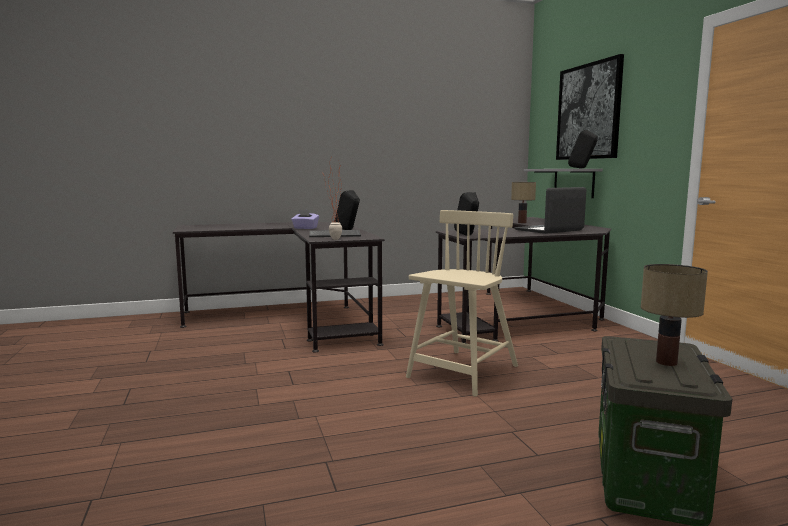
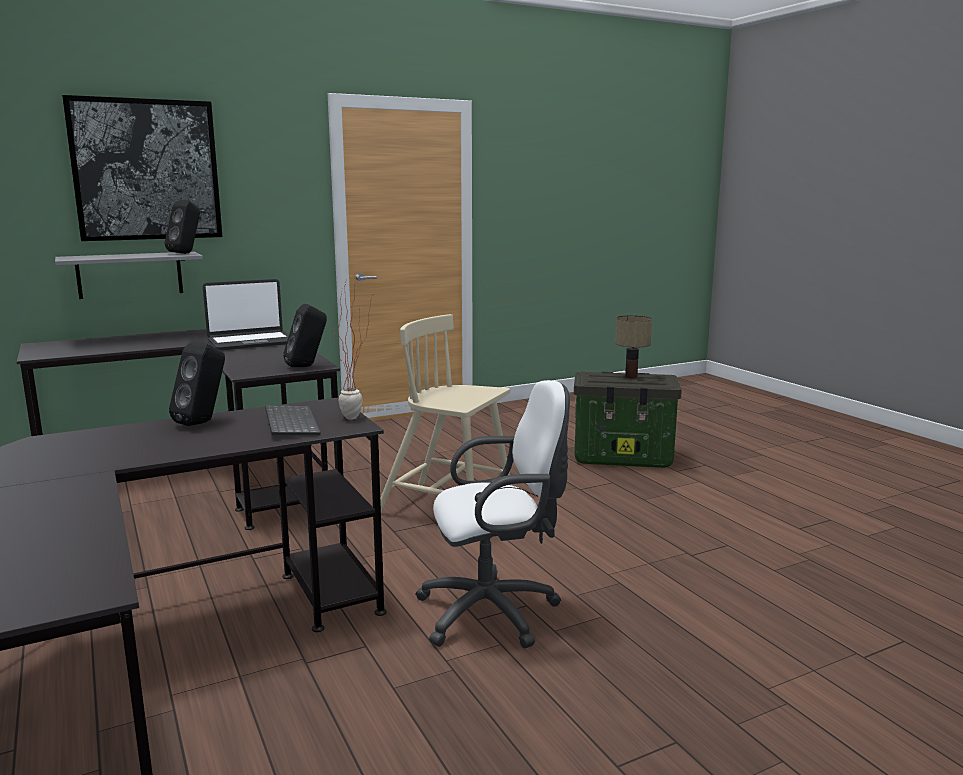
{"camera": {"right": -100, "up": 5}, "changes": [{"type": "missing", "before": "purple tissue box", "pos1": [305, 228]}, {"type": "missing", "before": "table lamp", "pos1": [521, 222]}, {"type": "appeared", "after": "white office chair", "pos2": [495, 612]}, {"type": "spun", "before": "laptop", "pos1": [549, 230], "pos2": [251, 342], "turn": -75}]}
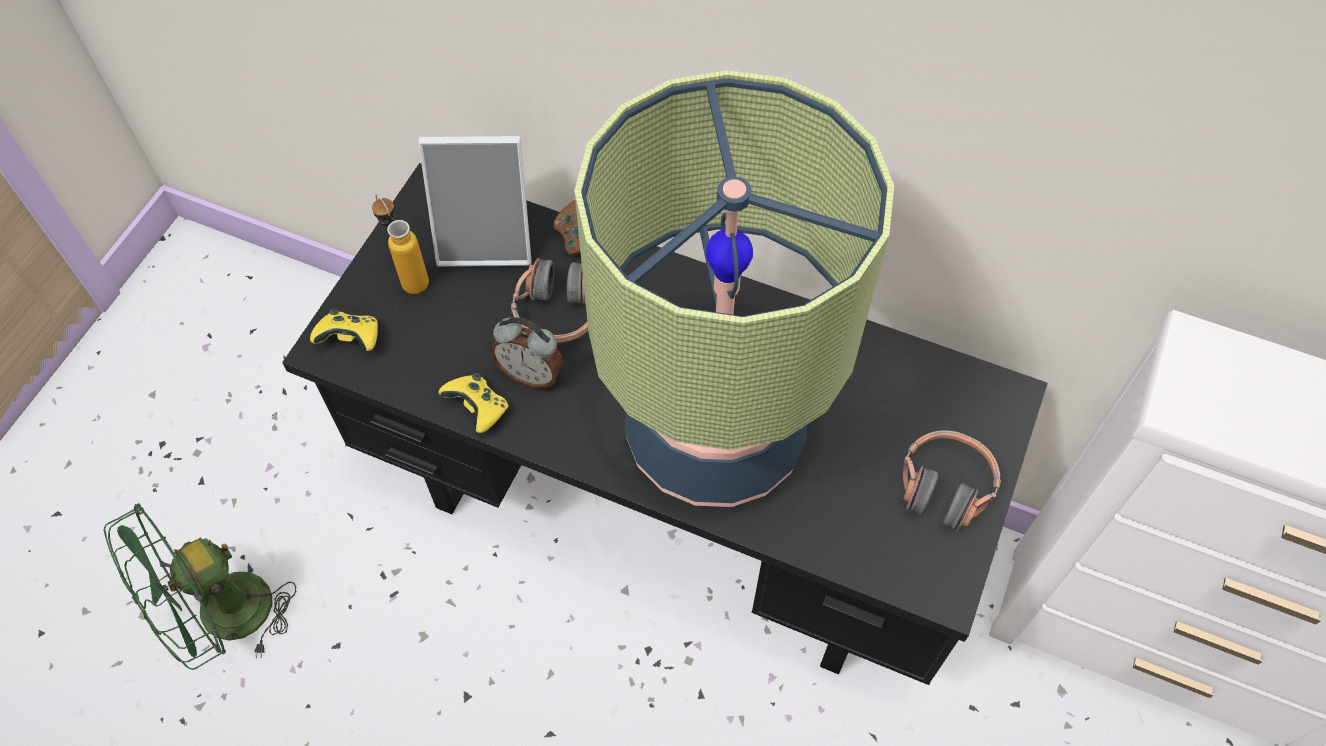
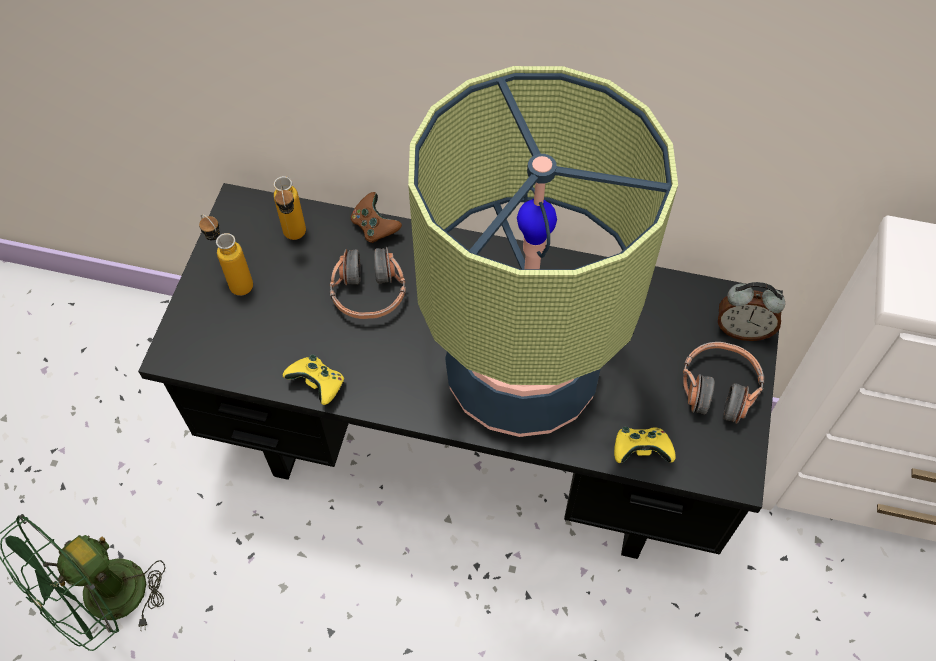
{"camera": {"right": -10, "up": 0}, "changes": [{"type": "relocated", "before": "yellow game controller", "pos1": [351, 339], "pos2": [641, 451]}, {"type": "relocated", "before": "alarm clock", "pos1": [531, 374], "pos2": [742, 329]}, {"type": "exchanged", "before": "picture frame", "after": "bottle", "pos1": [487, 239], "pos2": [295, 239]}]}
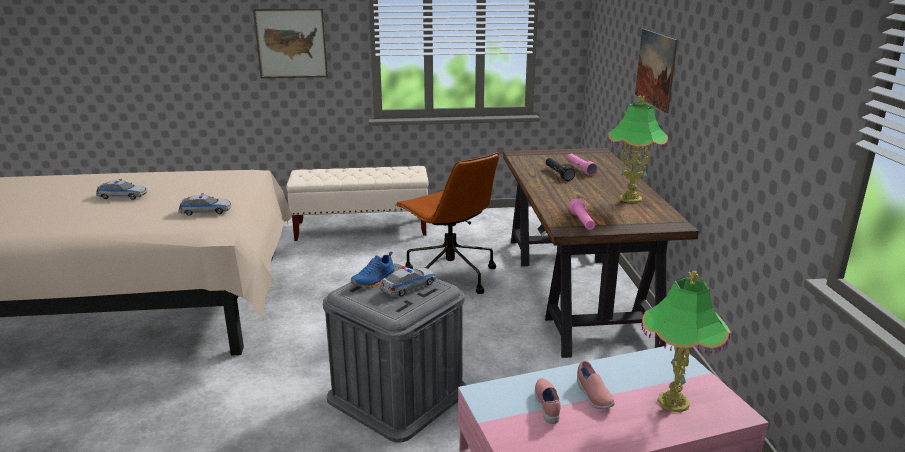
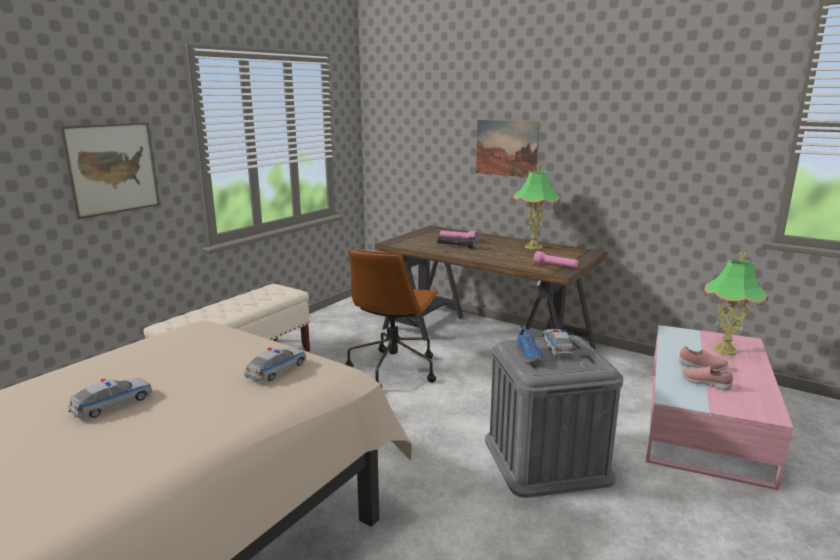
{"camera": {"right": -50, "up": -5}, "changes": [{"type": "spun", "before": "brown office chair", "pos1": [449, 275], "pos2": [393, 369], "turn": 105}]}
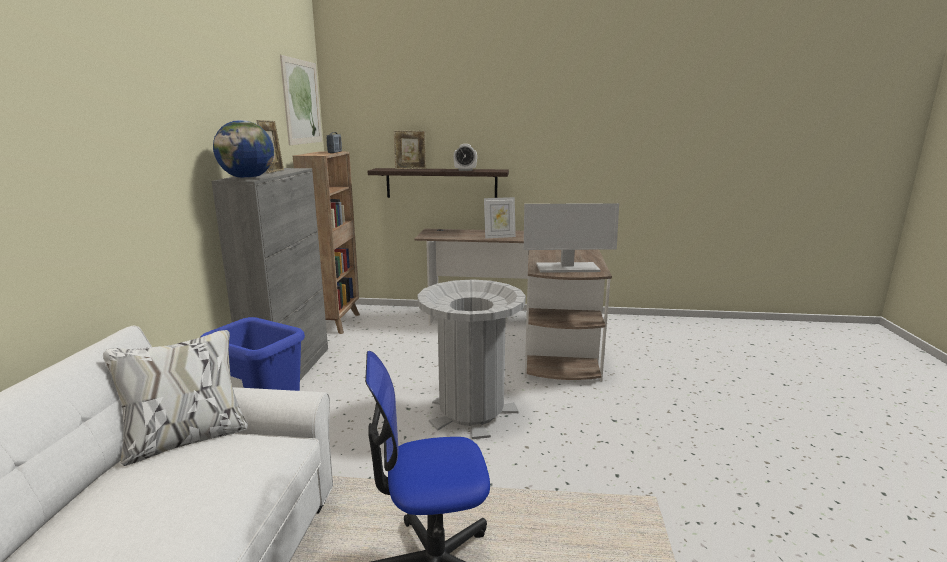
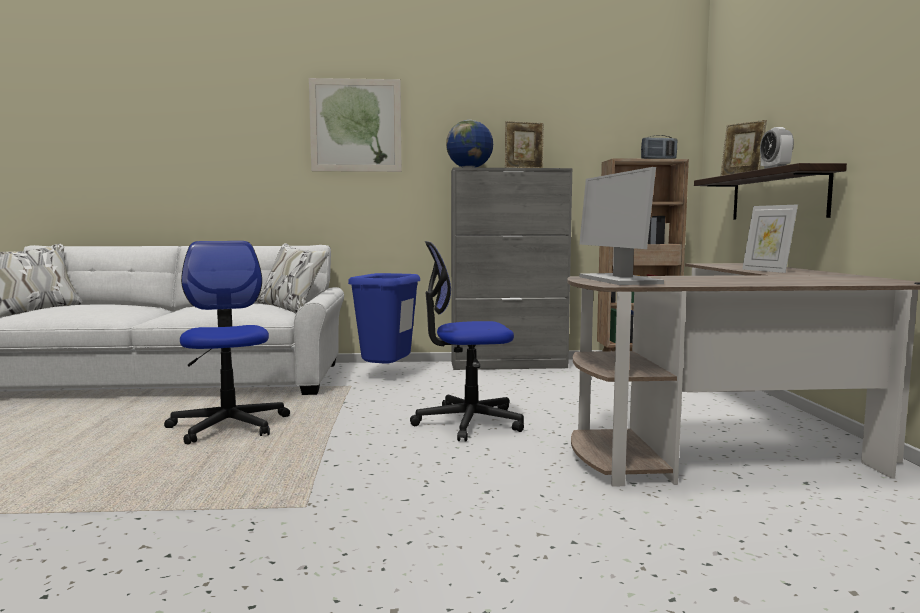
{"camera": {"right": 80, "up": -10}, "changes": [{"type": "relocated", "before": "picture", "pos1": [302, 102], "pos2": [355, 125]}, {"type": "exchanged", "before": "grey trash can", "after": "office chair", "pos1": [471, 412], "pos2": [468, 422]}]}
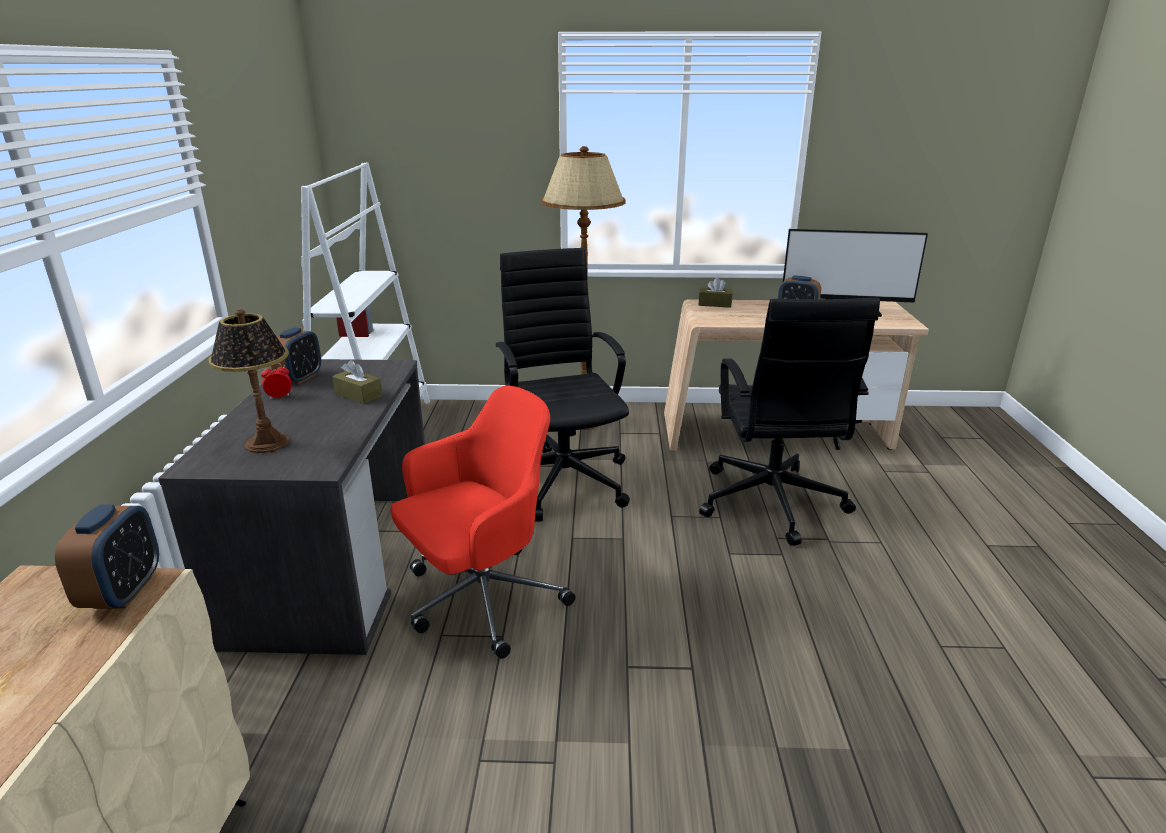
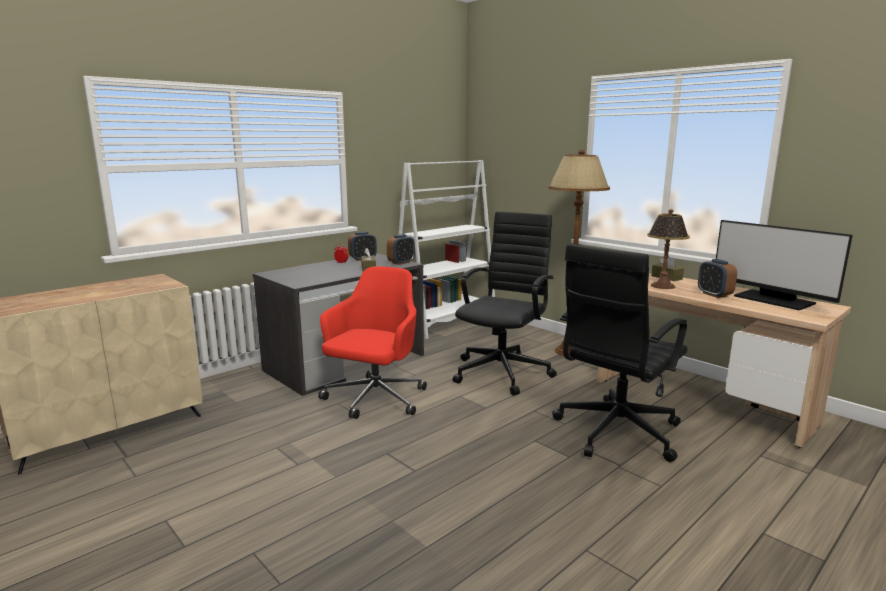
{"camera": {"right": 45, "up": -10}, "changes": [{"type": "relocated", "before": "alarm clock", "pos1": [123, 592], "pos2": [401, 263]}, {"type": "relocated", "before": "table lamp", "pos1": [266, 443], "pos2": [662, 286]}, {"type": "spun", "before": "red office chair", "pos1": [481, 600], "pos2": [374, 399], "turn": -75}]}
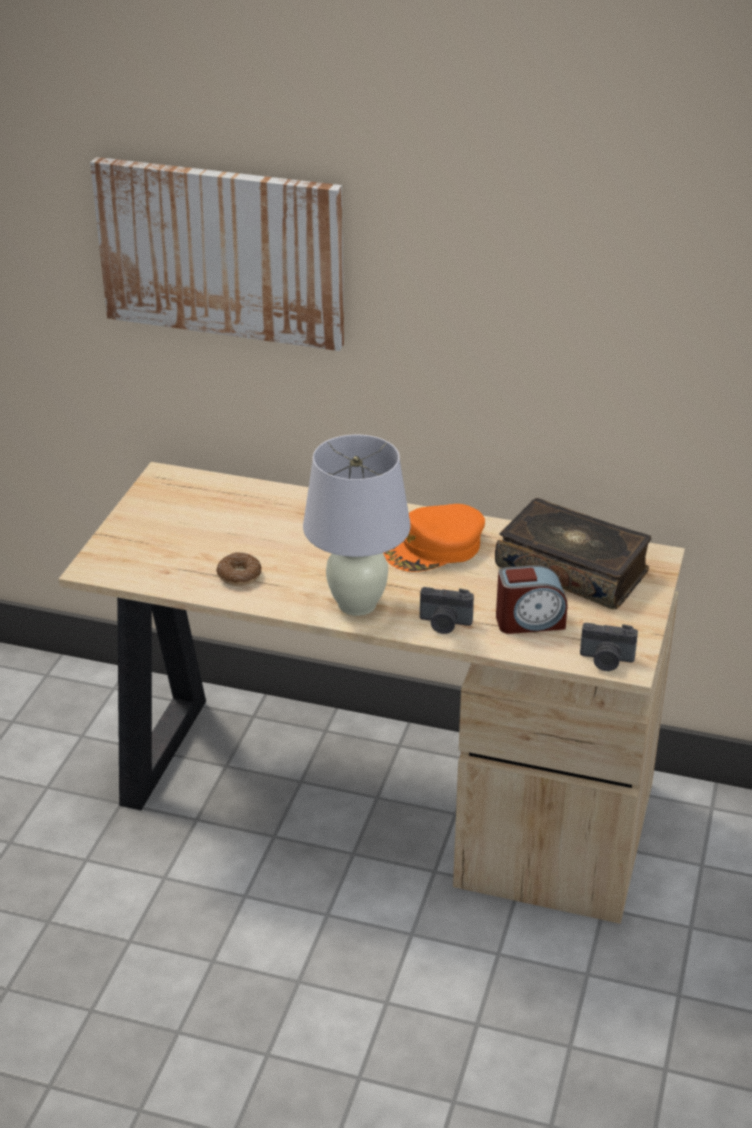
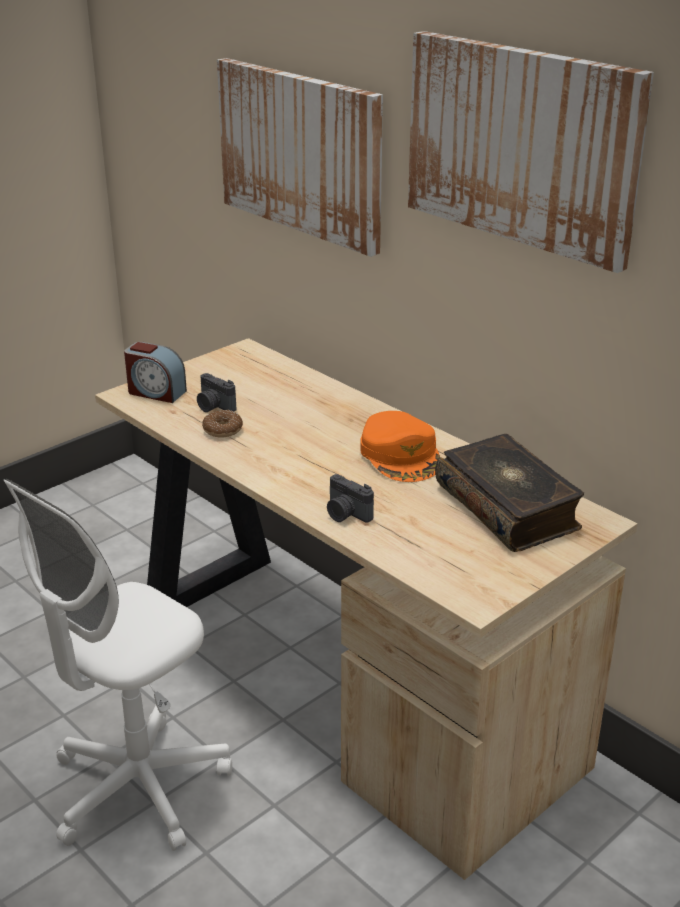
{"camera": {"right": 30, "up": -5}, "changes": [{"type": "missing", "before": "white table lamp", "pos1": [358, 604]}, {"type": "appeared", "after": "white office chair", "pos2": [139, 788]}, {"type": "appeared", "after": "picture", "pos2": [521, 145]}, {"type": "relocated", "before": "alarm clock", "pos1": [529, 621], "pos2": [156, 392]}, {"type": "relocated", "before": "photo camera", "pos1": [606, 660], "pos2": [214, 407]}, {"type": "spun", "before": "orange cap", "pos1": [434, 547], "pos2": [401, 455], "turn": -105}]}
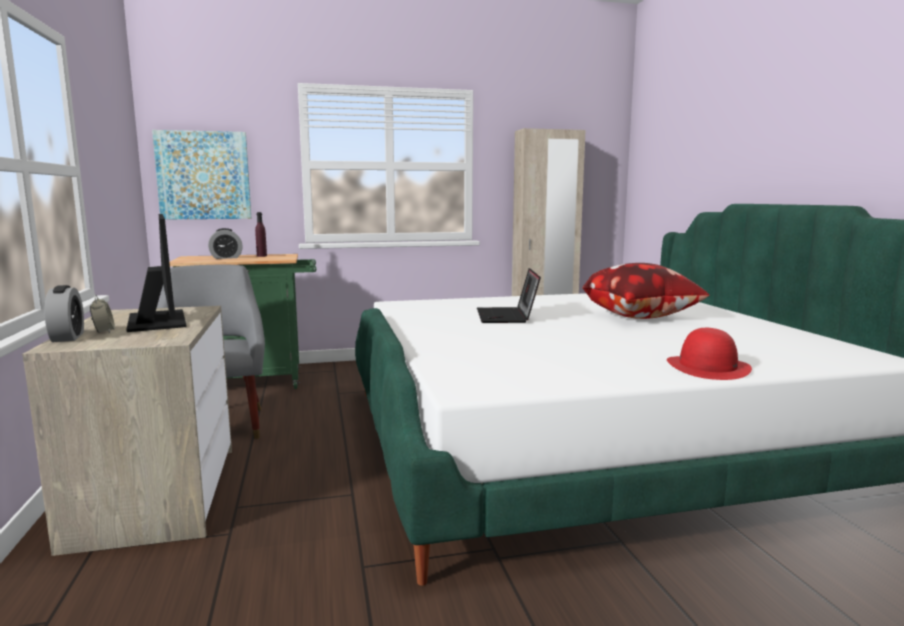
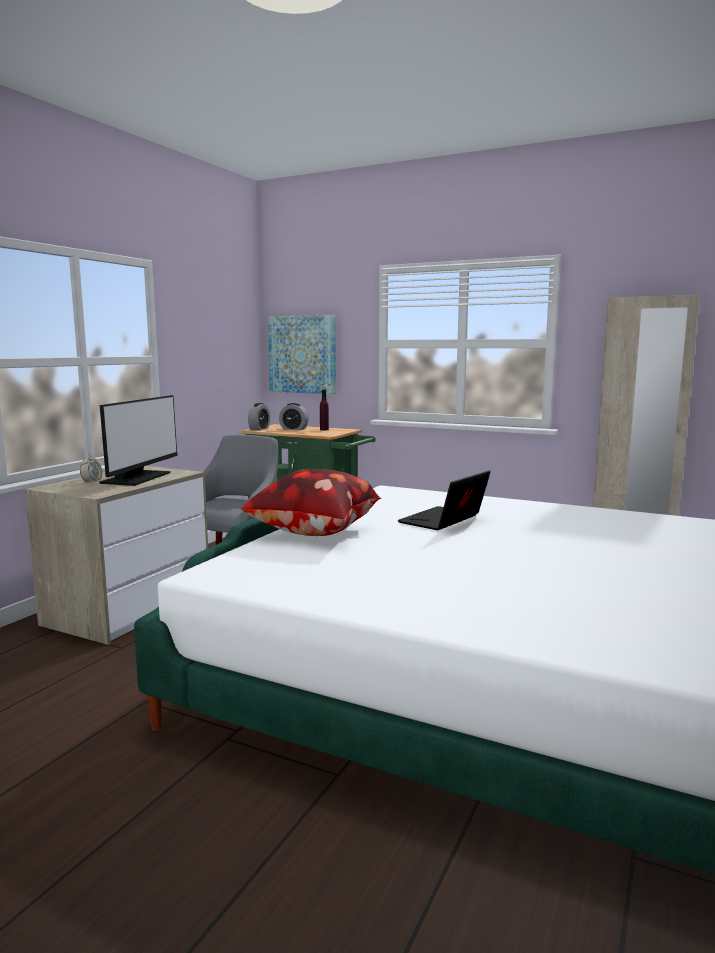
{"camera": {"right": 40, "up": 0}, "changes": [{"type": "missing", "before": "red hat", "pos1": [708, 367]}, {"type": "relocated", "before": "alarm clock", "pos1": [67, 337], "pos2": [259, 429]}, {"type": "relocated", "before": "pillow", "pos1": [642, 317], "pos2": [314, 533]}]}
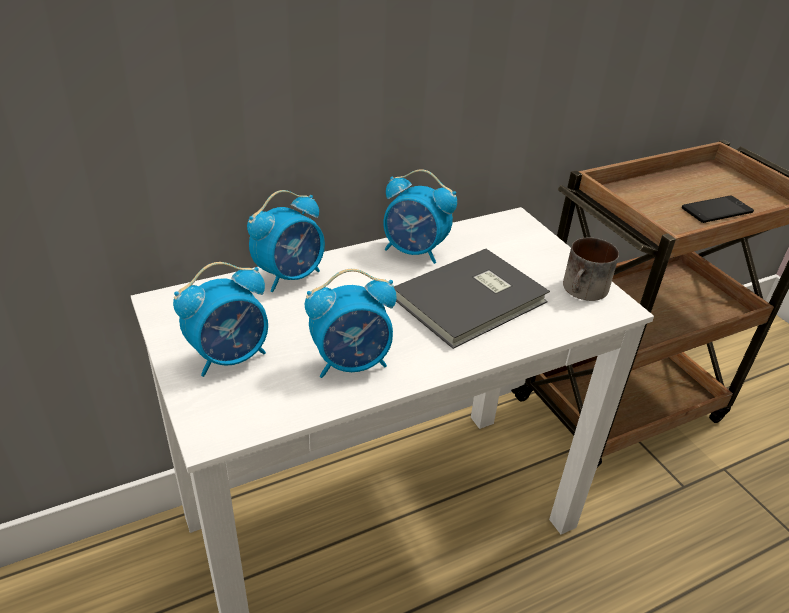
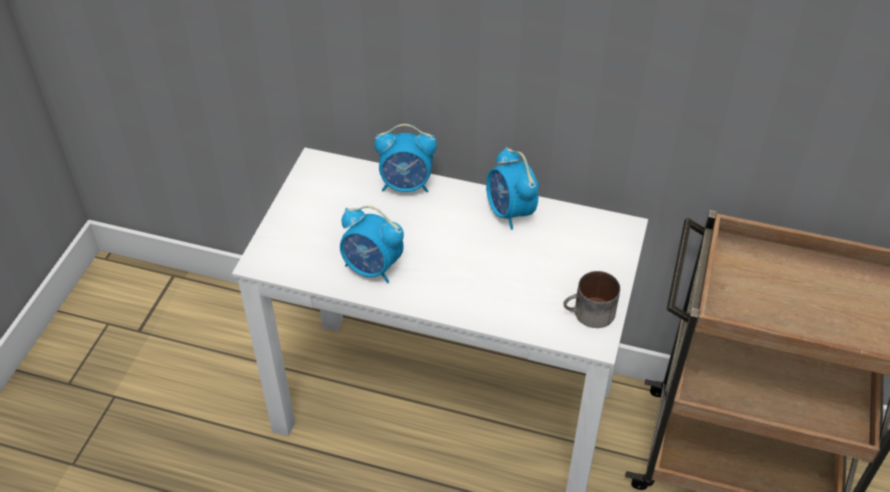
{"camera": {"right": 45, "up": 10}, "changes": [{"type": "missing", "before": "alarm clock", "pos1": [230, 356]}, {"type": "missing", "before": "grey book", "pos1": [473, 301]}, {"type": "missing", "before": "phone", "pos1": [717, 210]}]}
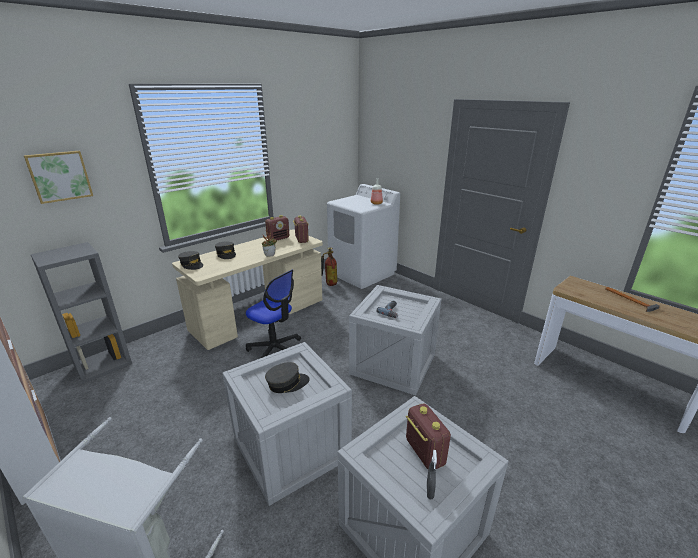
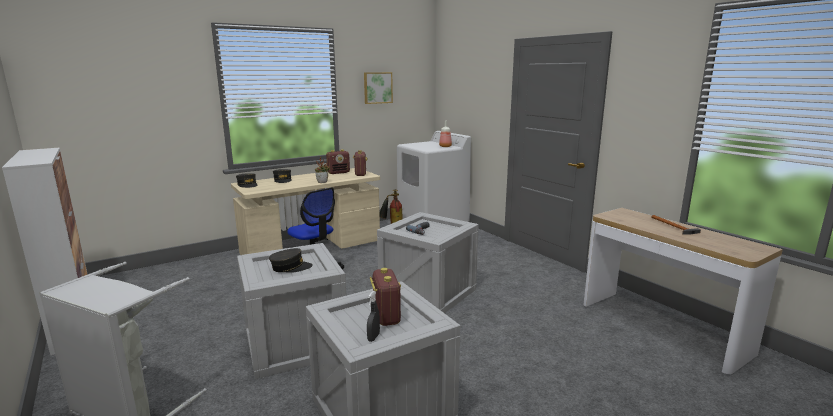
{"camera": {"right": 10, "up": -10}, "changes": [{"type": "missing", "before": "grey bookcase", "pos1": [103, 364]}, {"type": "relocated", "before": "picture", "pos1": [59, 176], "pos2": [377, 87]}]}
